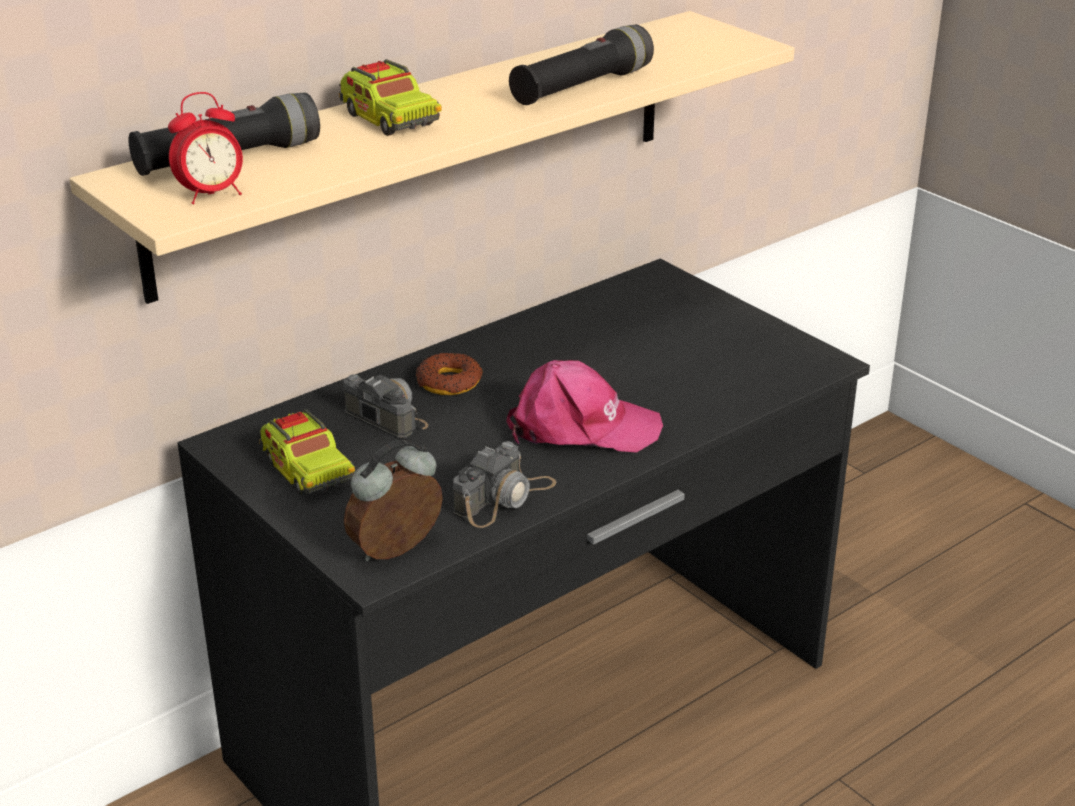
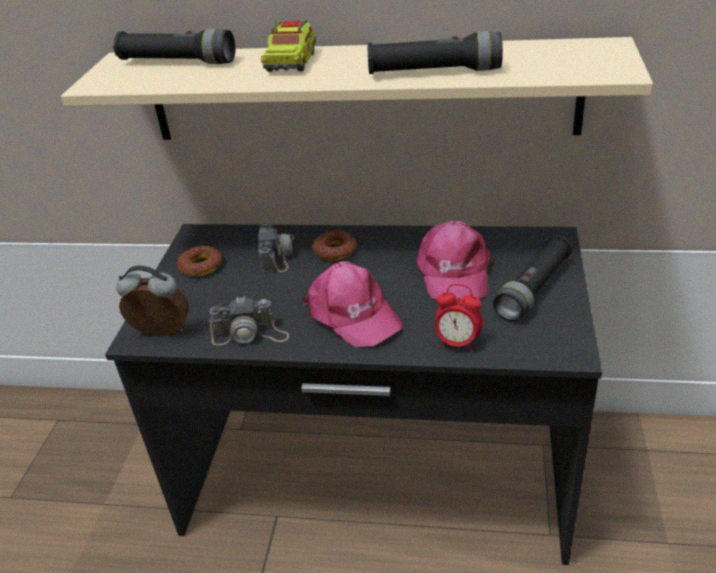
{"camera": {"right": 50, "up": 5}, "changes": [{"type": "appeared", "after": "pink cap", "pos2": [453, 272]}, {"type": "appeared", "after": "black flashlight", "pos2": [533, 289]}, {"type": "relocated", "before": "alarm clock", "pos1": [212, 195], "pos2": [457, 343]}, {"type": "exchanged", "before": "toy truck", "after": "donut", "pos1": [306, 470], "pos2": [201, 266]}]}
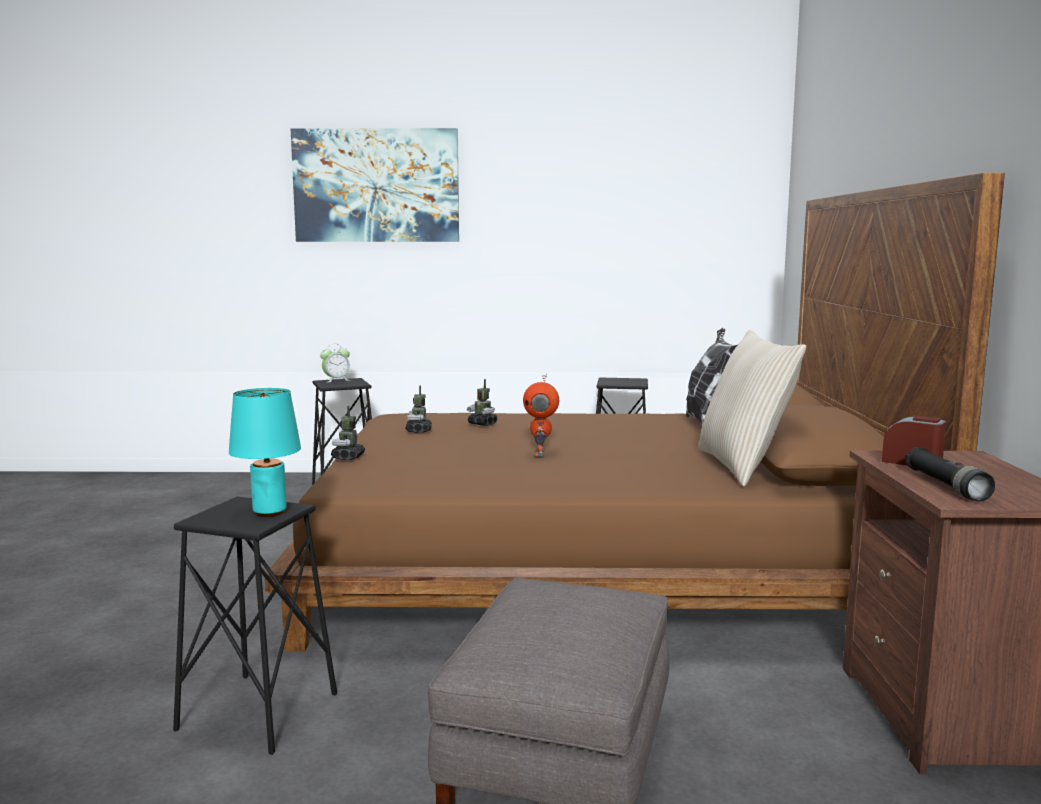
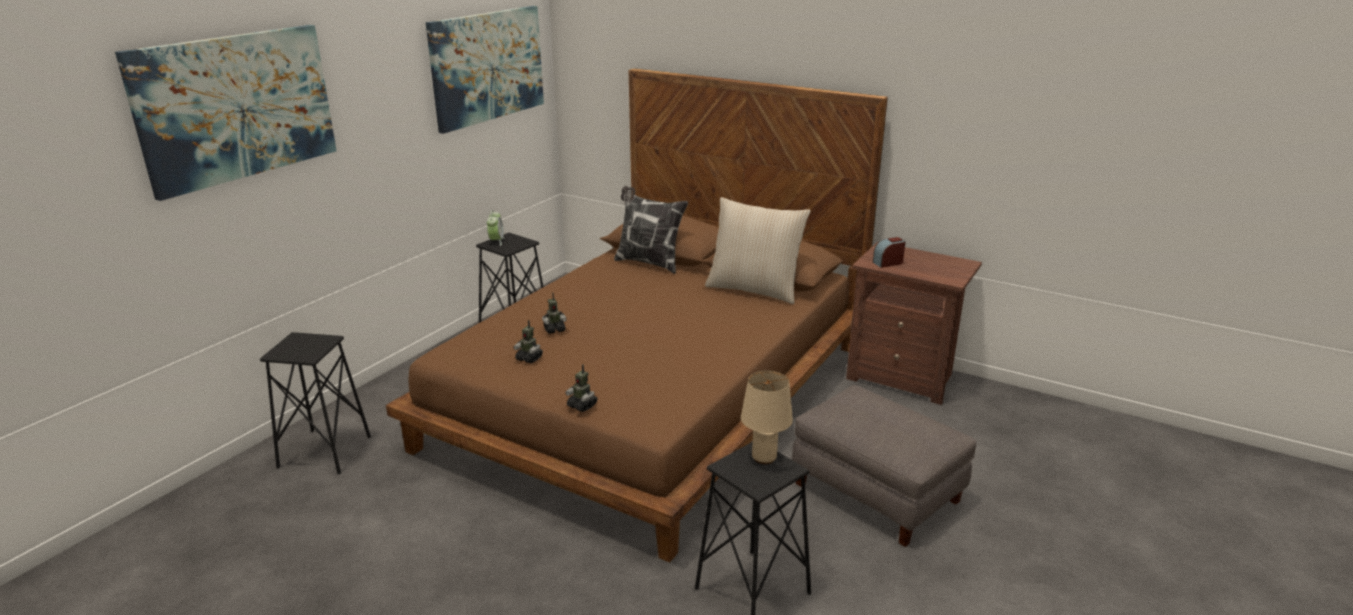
{"camera": {"right": -60, "up": 15}, "changes": [{"type": "missing", "before": "toy robot", "pos1": [541, 452]}, {"type": "missing", "before": "black flashlight", "pos1": [945, 486]}, {"type": "appeared", "after": "picture", "pos2": [487, 66]}, {"type": "relocated", "before": "alarm clock", "pos1": [336, 380], "pos2": [496, 241]}, {"type": "colour", "before": "turquoise table lamp", "after": "beige table lamp", "pos1": [270, 513], "pos2": [764, 458]}]}
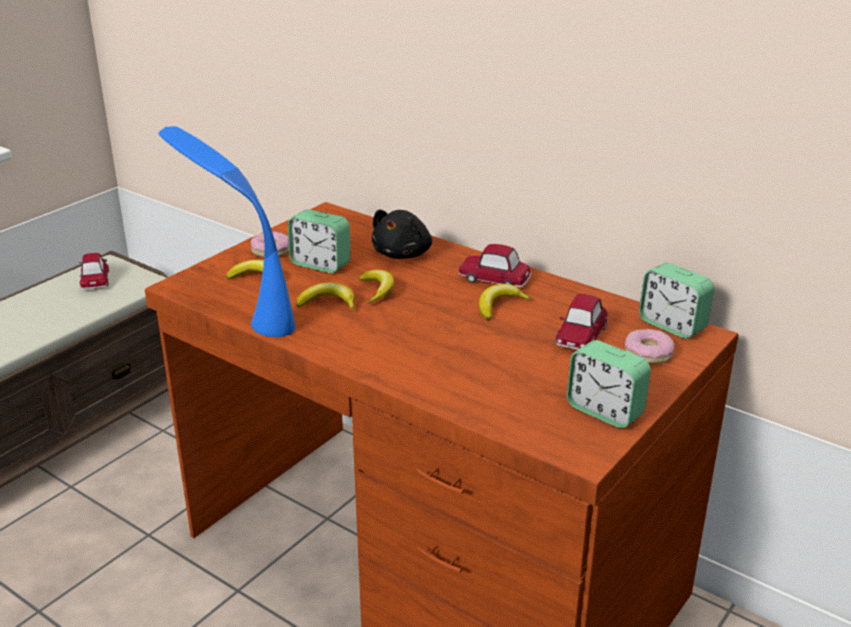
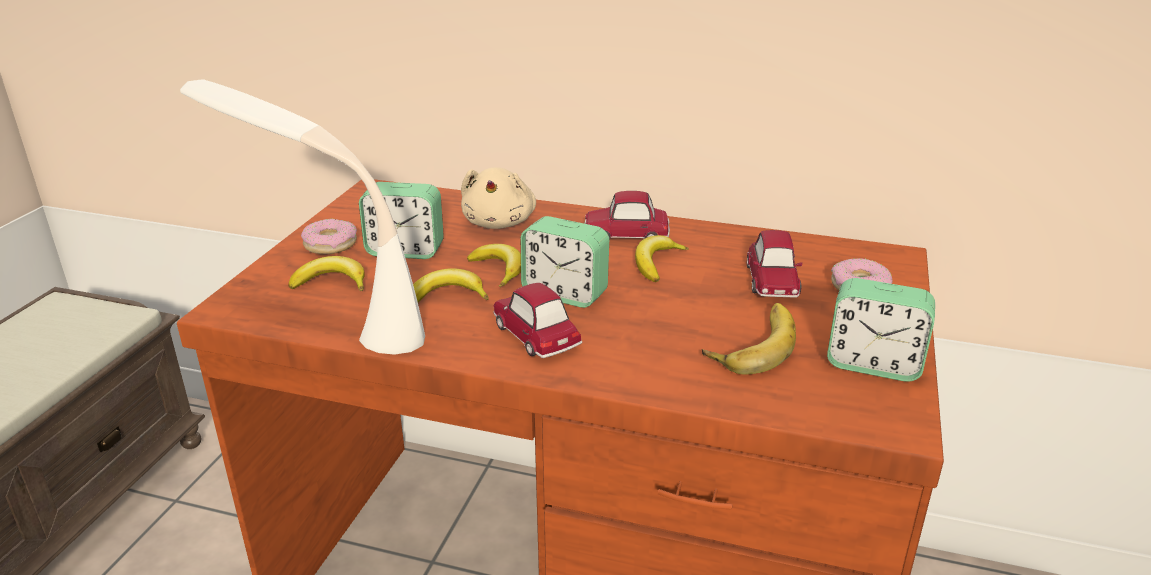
{"camera": {"right": -20, "up": 0}, "changes": [{"type": "appeared", "after": "banana", "pos2": [751, 344]}, {"type": "relocated", "before": "toy car", "pos1": [95, 279], "pos2": [535, 334]}, {"type": "relocated", "before": "alarm clock", "pos1": [672, 325], "pos2": [565, 293]}, {"type": "colour", "before": "blue table lamp", "after": "white table lamp", "pos1": [235, 308], "pos2": [325, 325]}, {"type": "colour", "before": "black plush toy", "after": "beige plush toy", "pos1": [403, 254], "pos2": [500, 222]}]}
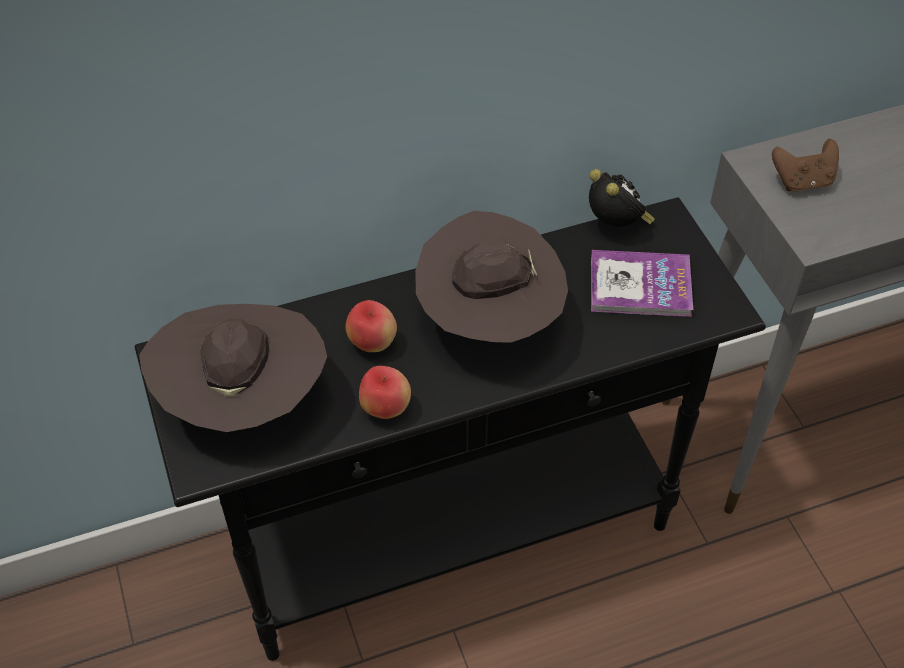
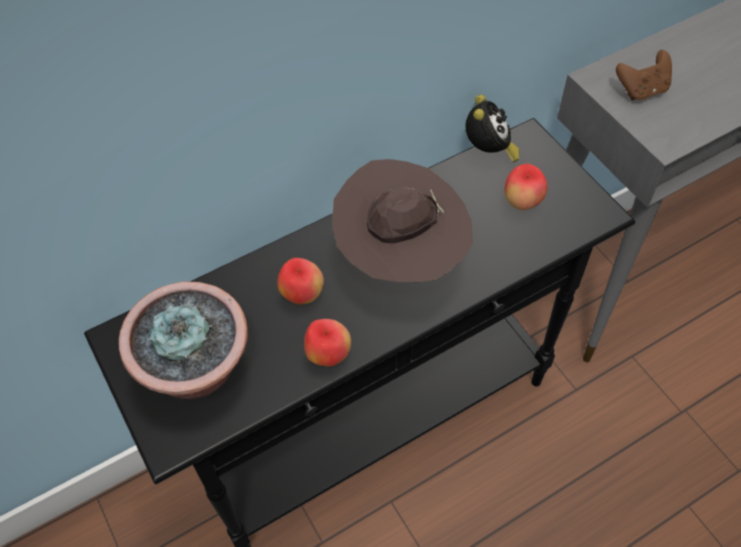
{"camera": {"right": -10, "up": 5}, "changes": [{"type": "exchanged", "before": "brown hat", "after": "potted plant", "pos1": [244, 401], "pos2": [198, 369]}, {"type": "exchanged", "before": "book", "after": "apple", "pos1": [640, 286], "pos2": [522, 202]}, {"type": "spun", "before": "alarm clock", "pos1": [616, 226], "pos2": [488, 151], "turn": 45}]}
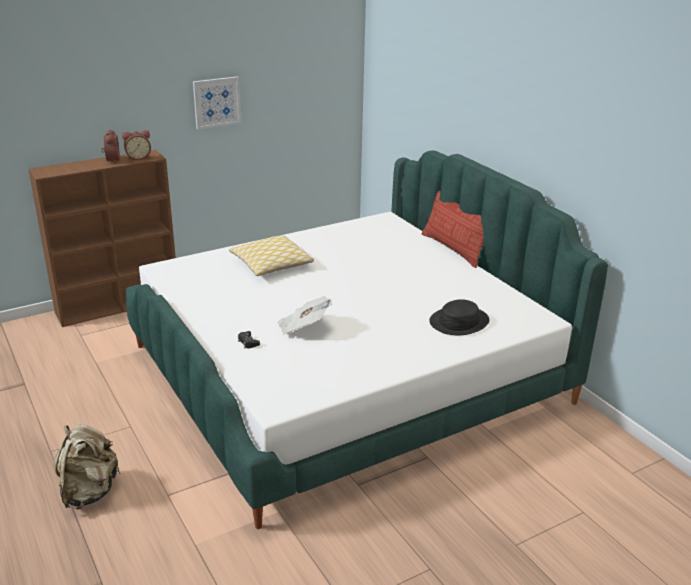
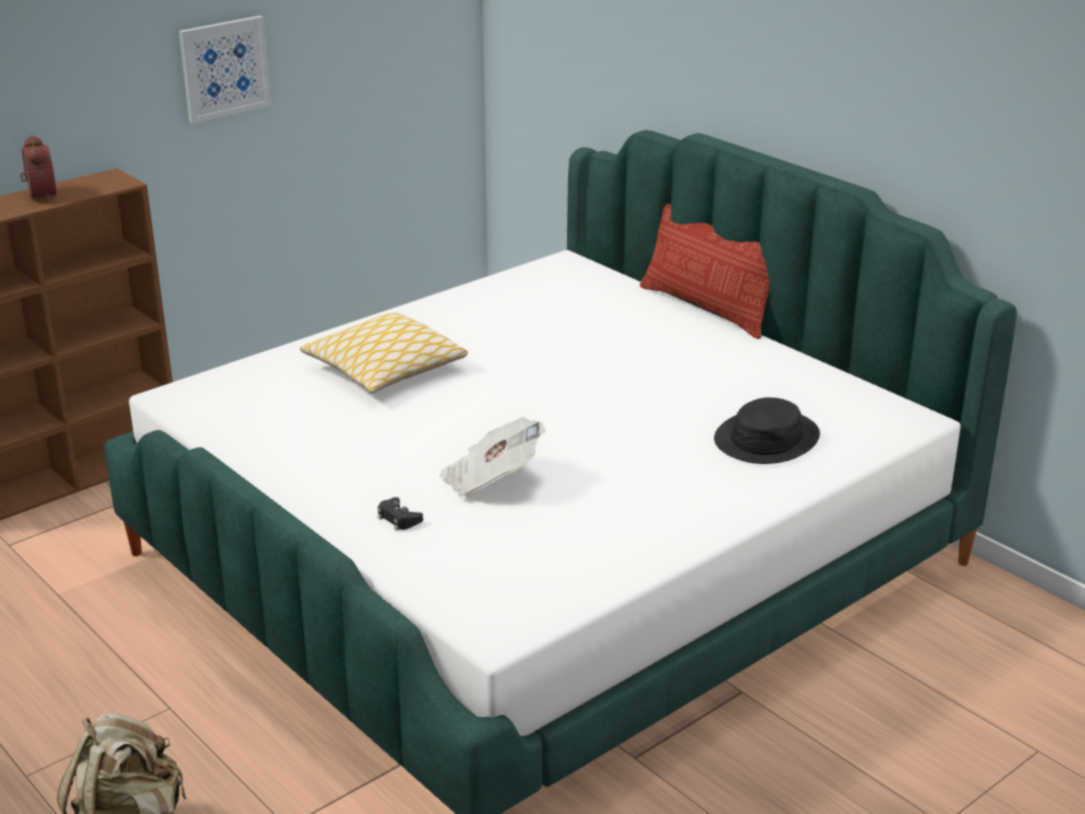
{"camera": {"right": -10, "up": 0}, "changes": [{"type": "missing", "before": "alarm clock", "pos1": [138, 157]}]}
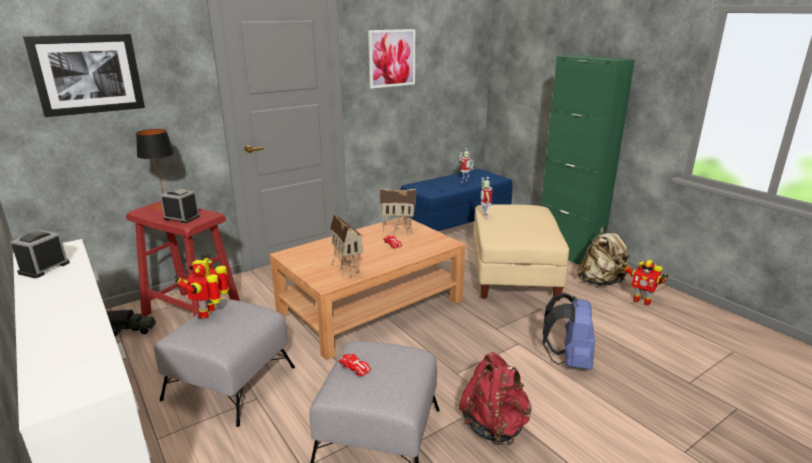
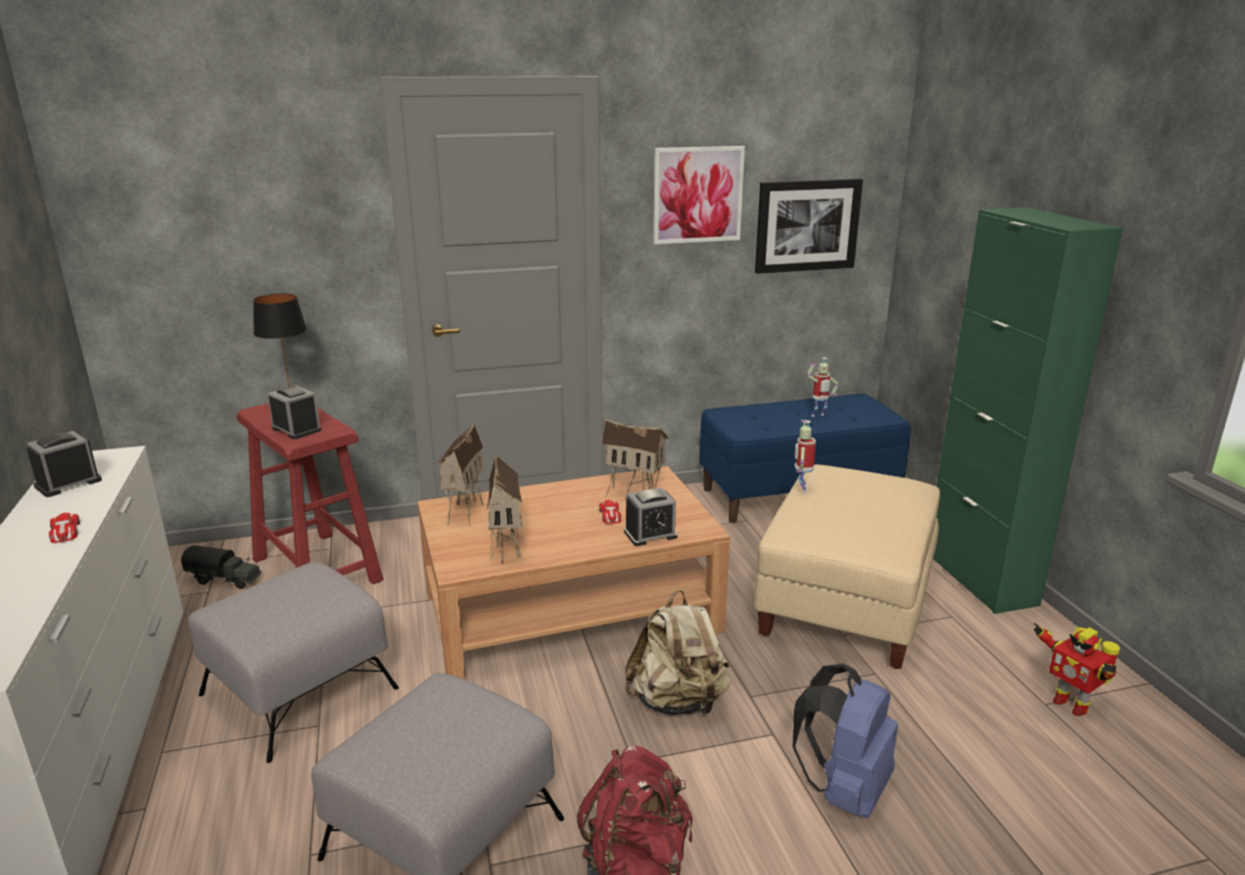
{"camera": {"right": 20, "up": 0}, "changes": [{"type": "missing", "before": "toy robot", "pos1": [209, 312]}, {"type": "appeared", "after": "toy house", "pos2": [463, 512]}, {"type": "appeared", "after": "alarm clock", "pos2": [650, 534]}, {"type": "relocated", "before": "picture", "pos1": [88, 74], "pos2": [807, 225]}, {"type": "relocated", "before": "toy car", "pos1": [354, 367], "pos2": [65, 532]}, {"type": "relocated", "before": "beige backpack", "pos1": [600, 282], "pos2": [677, 702]}]}
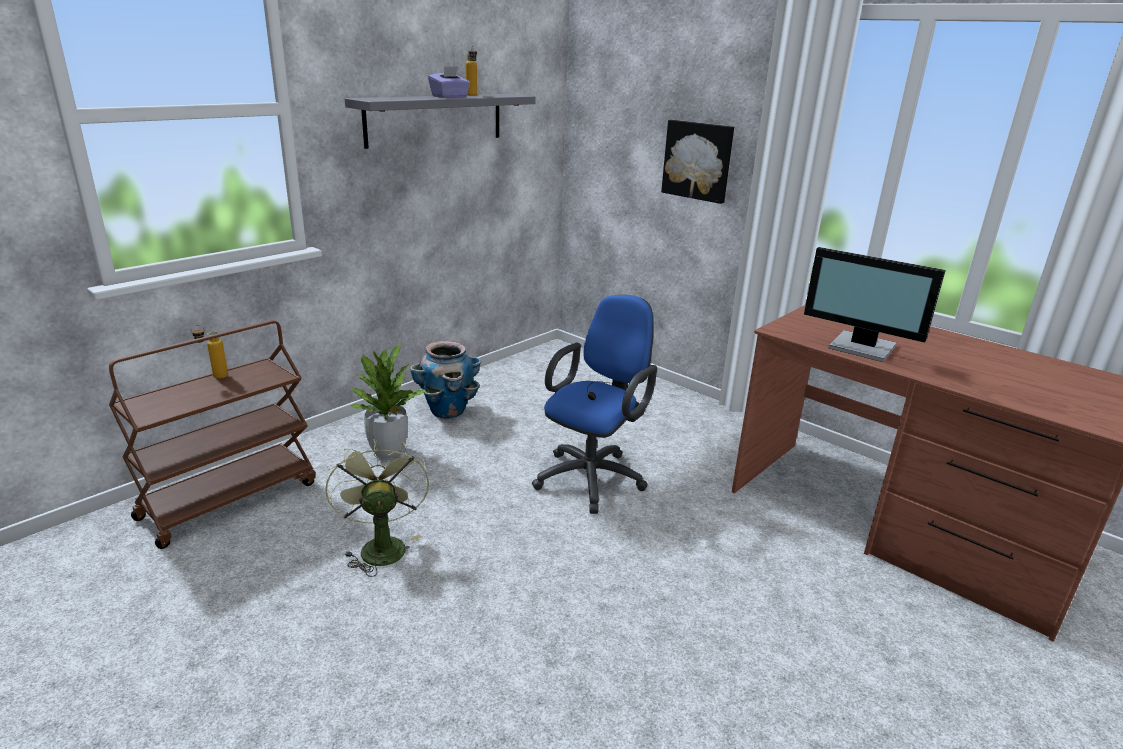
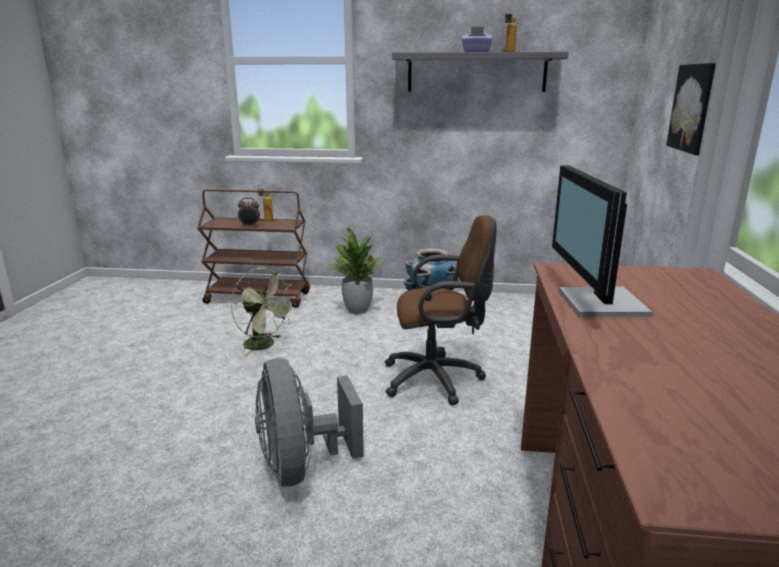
{"camera": {"right": 55, "up": -5}, "changes": [{"type": "appeared", "after": "alarm clock", "pos2": [250, 226]}, {"type": "appeared", "after": "grey fan", "pos2": [301, 466]}, {"type": "colour", "before": "blue office chair", "after": "brown office chair", "pos1": [593, 476], "pos2": [437, 379]}, {"type": "spun", "before": "green fan", "pos1": [380, 545], "pos2": [265, 345], "turn": 90}]}
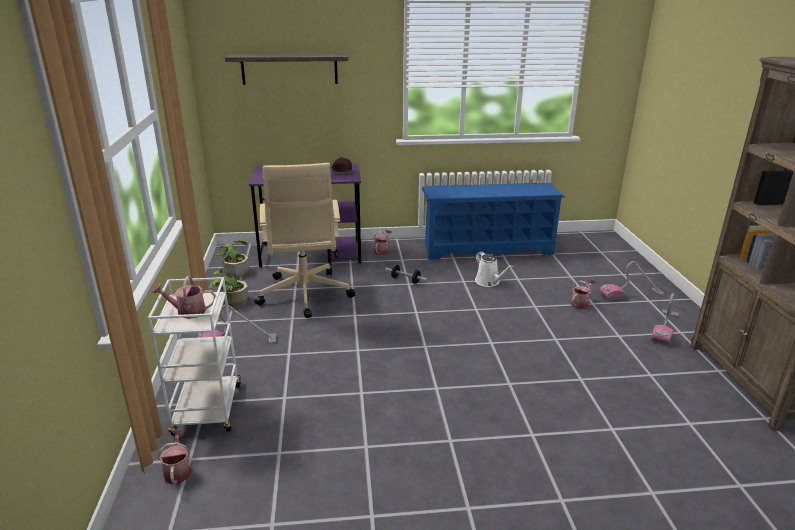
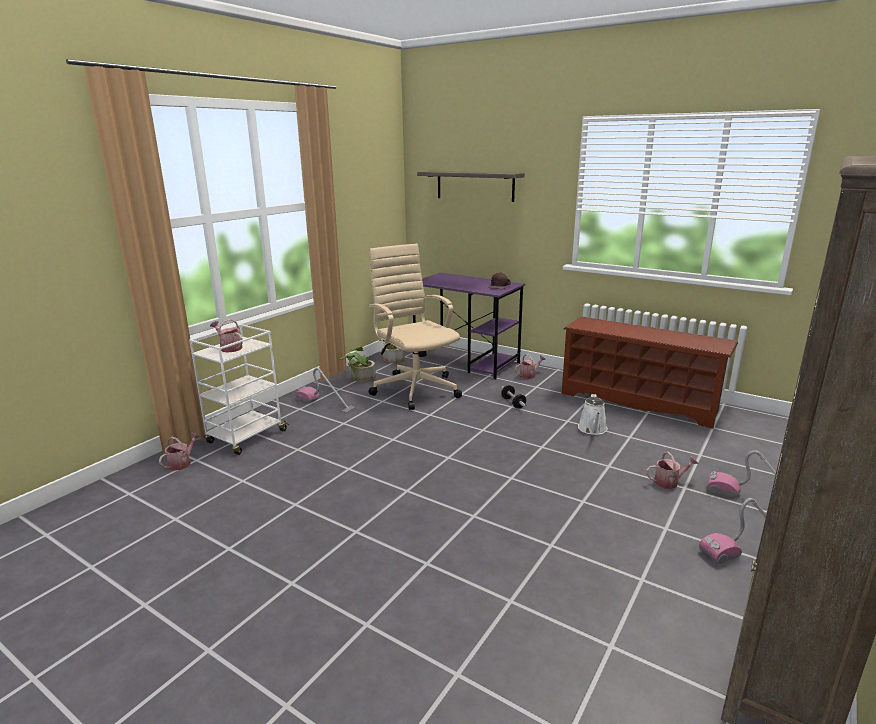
{"camera": {"right": 40, "up": -5}, "changes": [{"type": "colour", "before": "blue shoe rack", "after": "brown shoe rack", "pos1": [487, 249], "pos2": [639, 402]}, {"type": "spun", "before": "beige office chair", "pos1": [305, 295], "pos2": [415, 389], "turn": 120}]}
